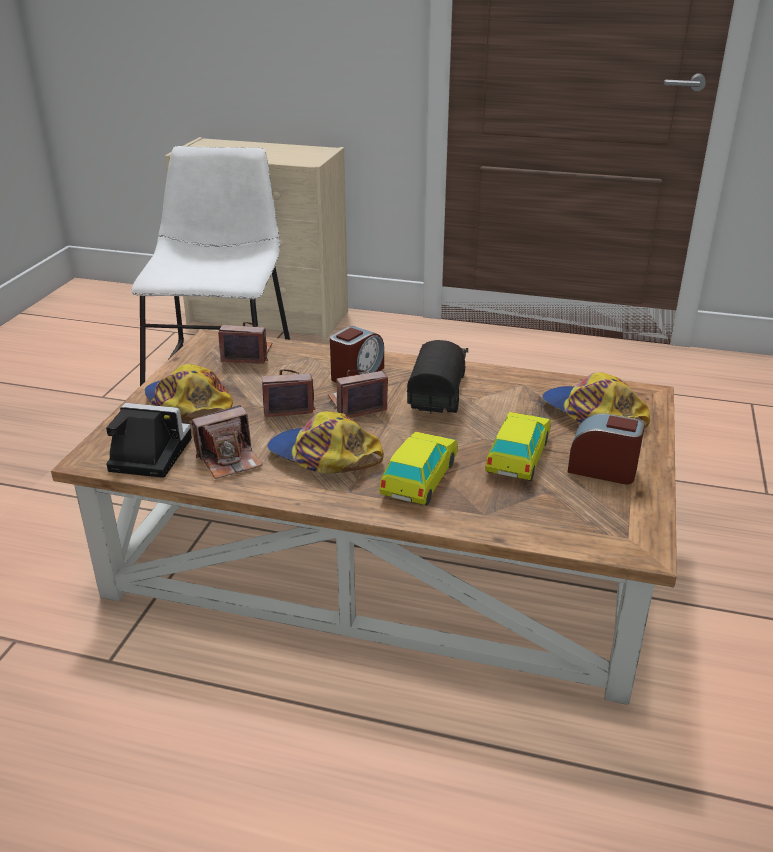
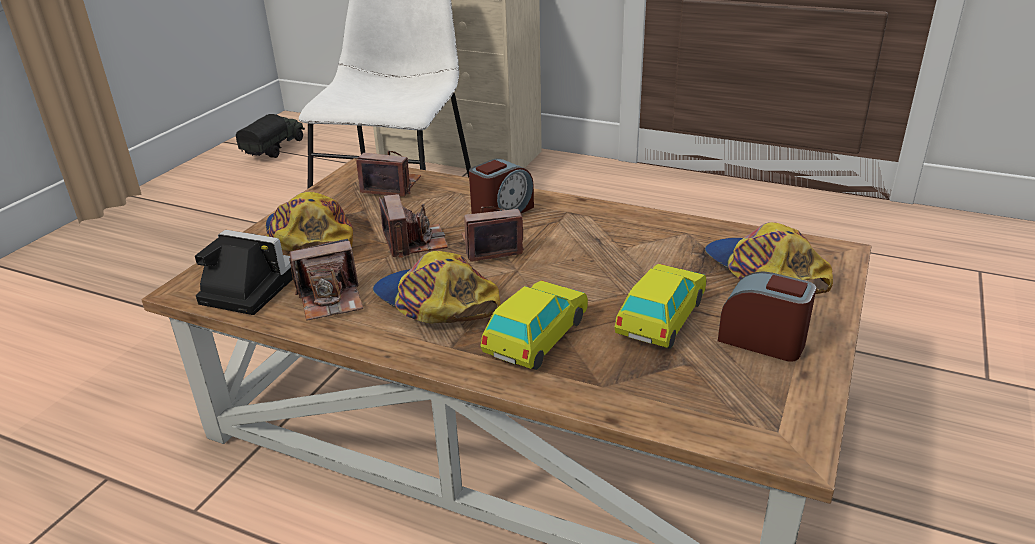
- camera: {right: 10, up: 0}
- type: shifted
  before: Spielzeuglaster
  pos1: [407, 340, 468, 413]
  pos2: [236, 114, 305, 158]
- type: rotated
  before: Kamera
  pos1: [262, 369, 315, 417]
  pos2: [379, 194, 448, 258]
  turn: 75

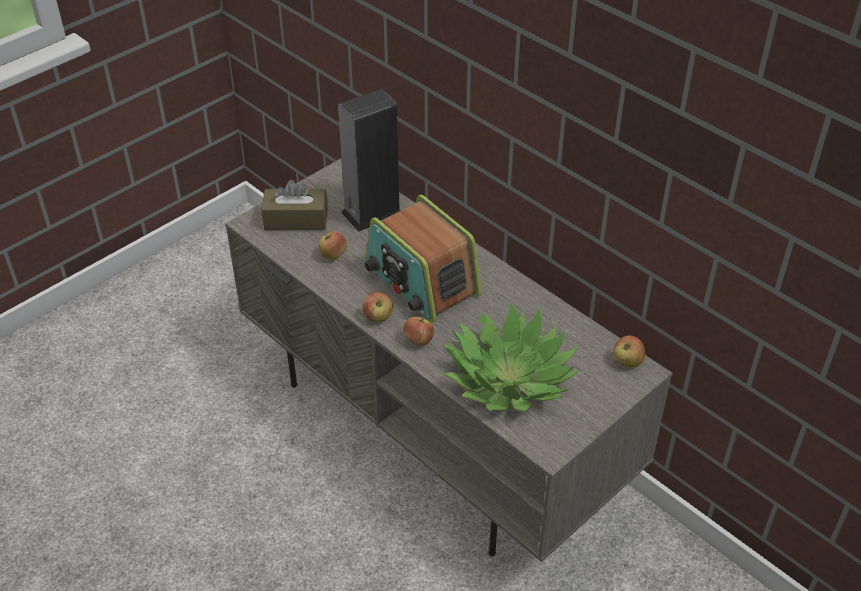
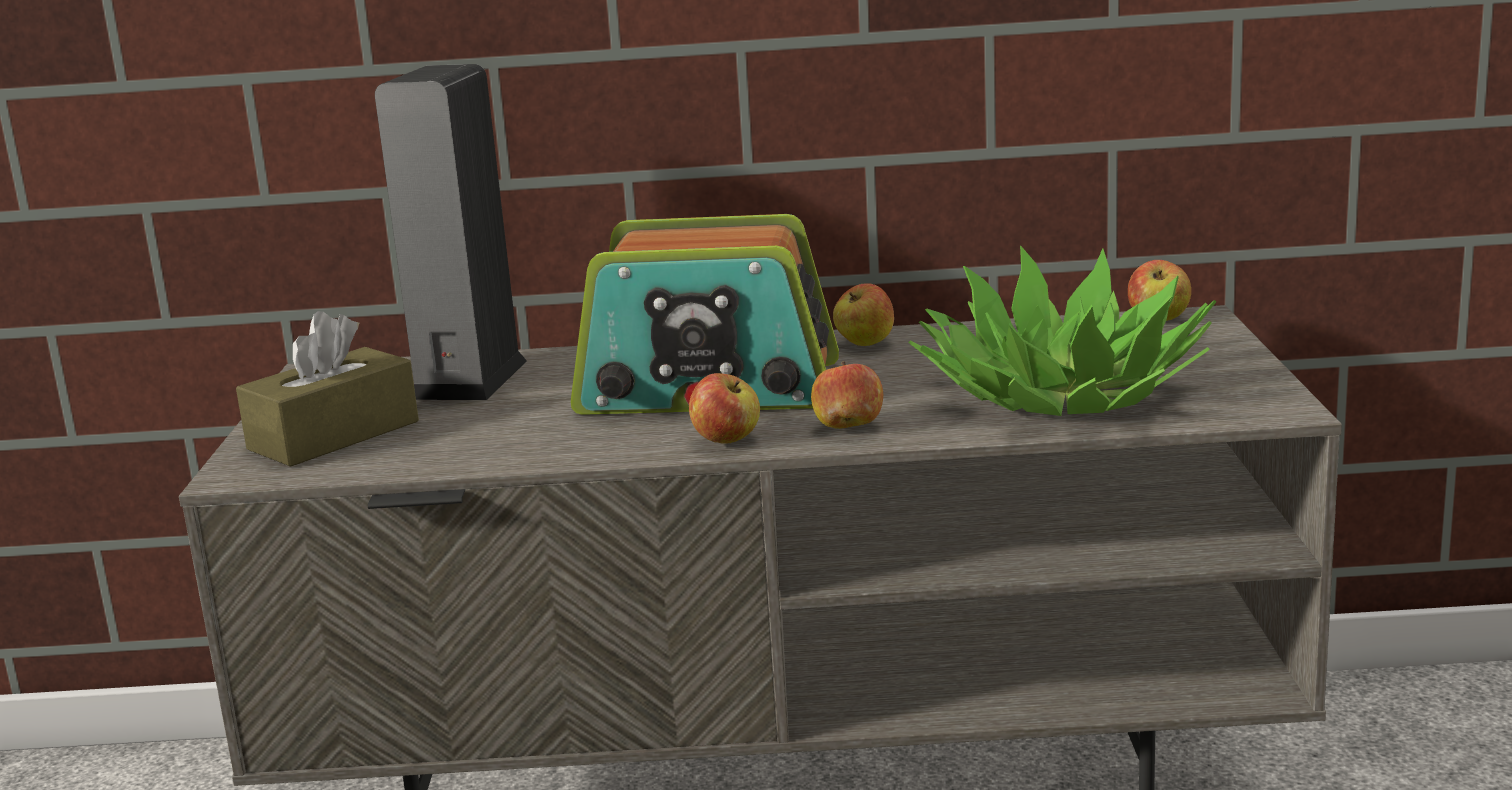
- camera: {right: -45, up: -25}
- type: shifted
  before: Apfel
  pos1: [319, 231, 347, 260]
  pos2: [833, 283, 894, 346]

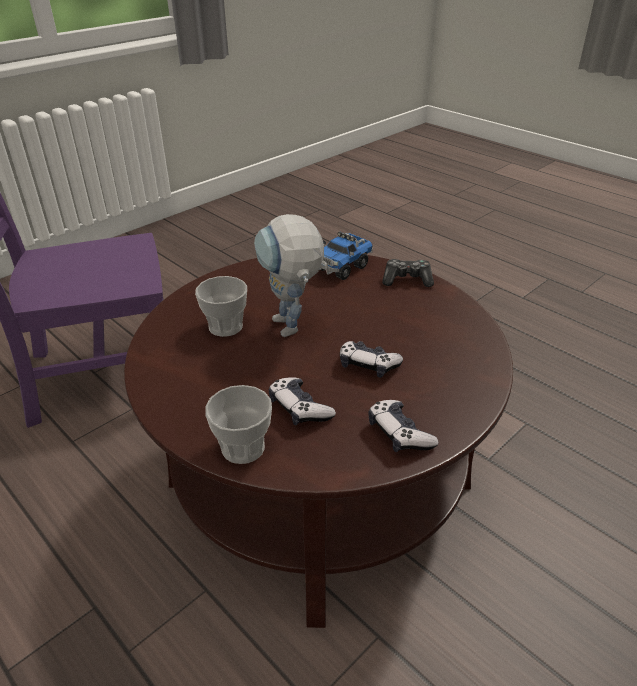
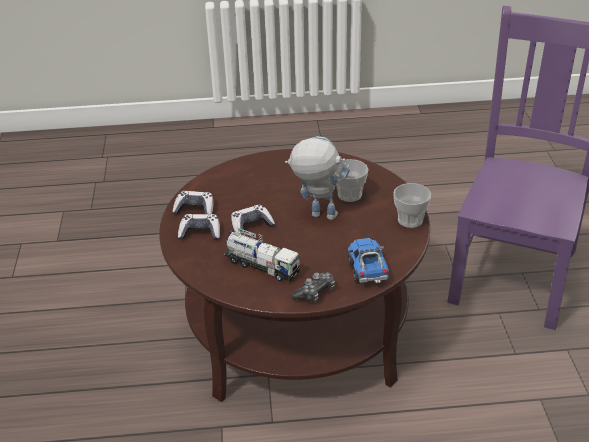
- camera: {right: 130, up: 0}
- type: shifted
  before: Gamepad
  pos1: [269, 377, 336, 425]
  pos2: [178, 214, 220, 240]
- type: shifted
  before: Tasse
  pos1: [205, 385, 272, 464]
  pos2: [393, 183, 431, 228]
- type: new
  after: Spielzeuglaster
  pos2: [224, 228, 300, 282]

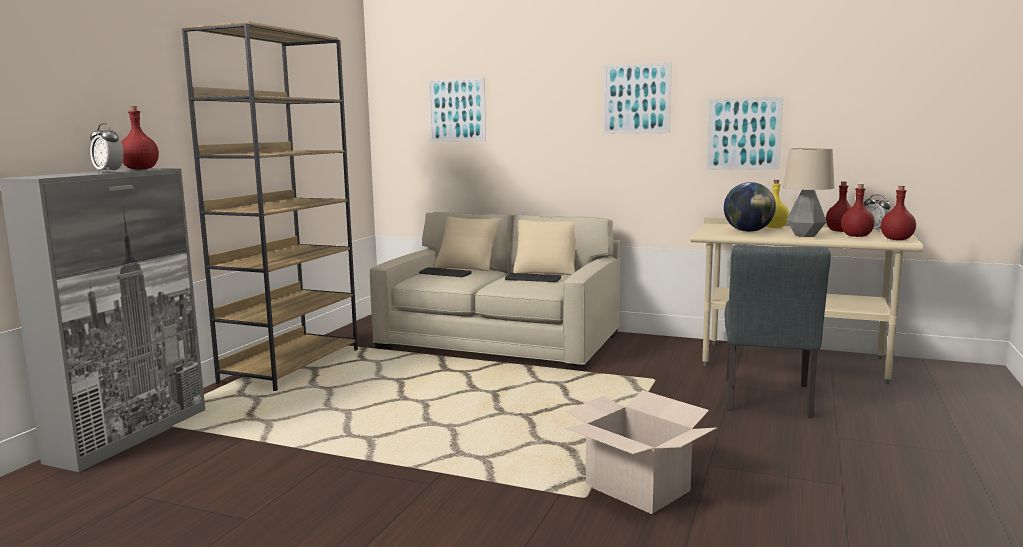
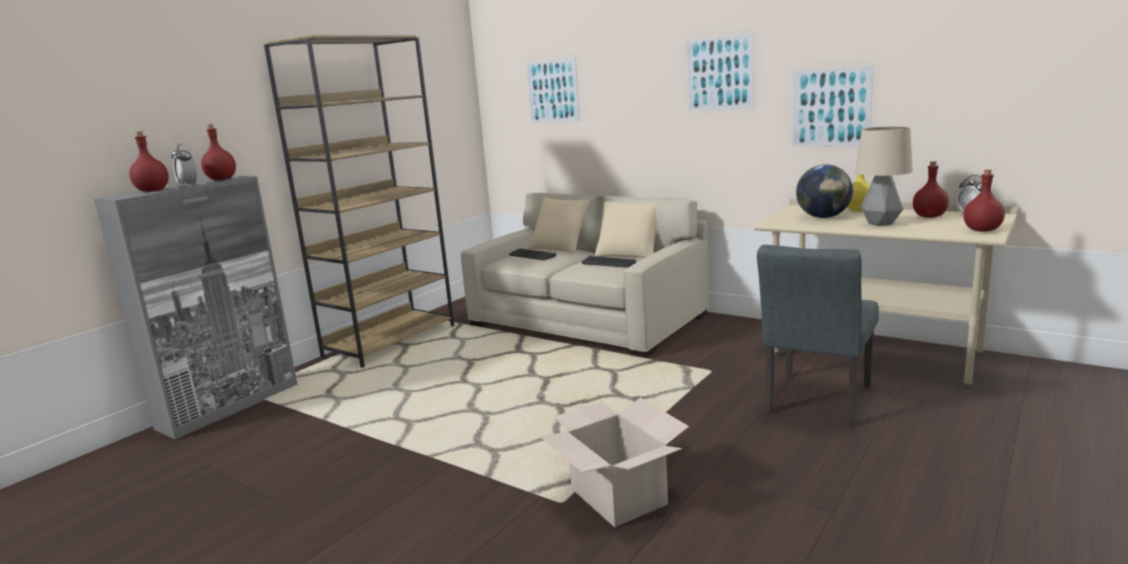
- camera: {right: 15, up: 5}
- type: shifted
  before: Flasche (rot)
  pos1: [841, 184, 875, 237]
  pos2: [129, 131, 169, 192]

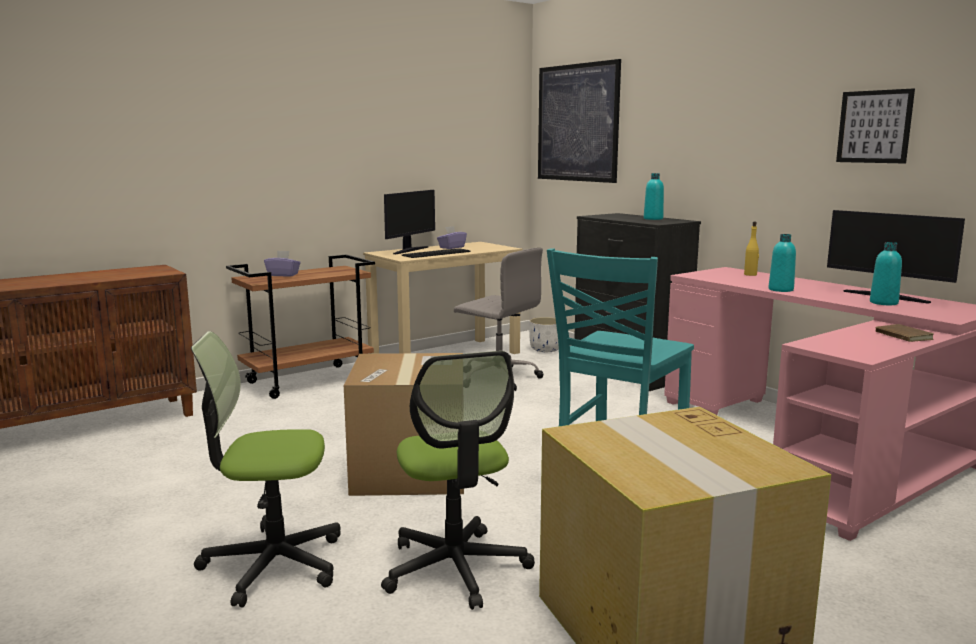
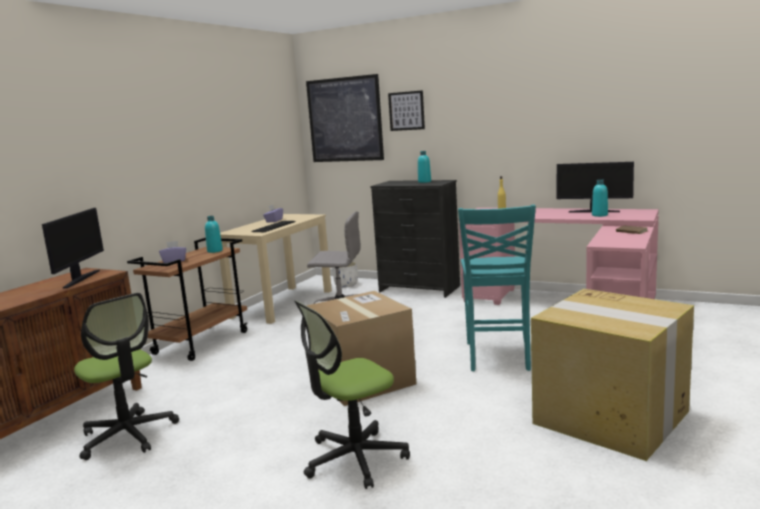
- camera: {right: -25, up: 0}
- type: shifted
  before: Bild
  pos1: [836, 88, 915, 163]
  pos2: [388, 90, 425, 131]
- type: shifted
  before: Monitor
  pos1: [384, 190, 435, 254]
  pos2: [42, 208, 104, 288]
- type: shifted
  before: Flasche (türkis)
  pos1: [769, 234, 796, 292]
  pos2: [205, 216, 223, 253]
- type: shifted
  before: Bürostuhl
  pos1: [381, 351, 535, 610]
  pos2: [74, 293, 179, 460]

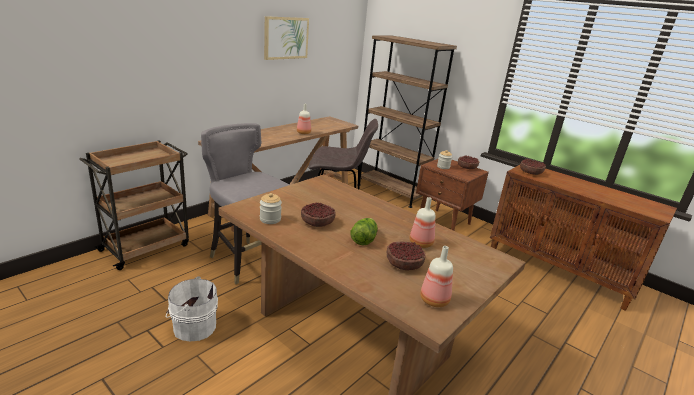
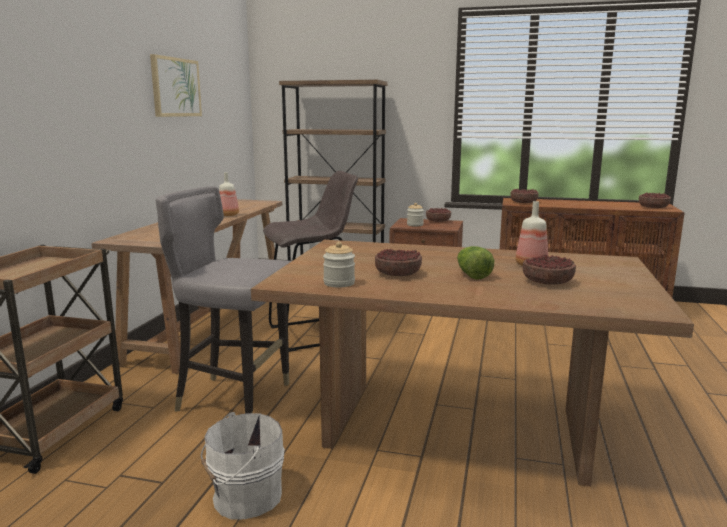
- camera: {right: -25, up: -10}
- type: gone
  before: Flasche
  pos1: [420, 246, 453, 307]
- type: new
  after: Schüssel
  pos2: [639, 192, 671, 208]

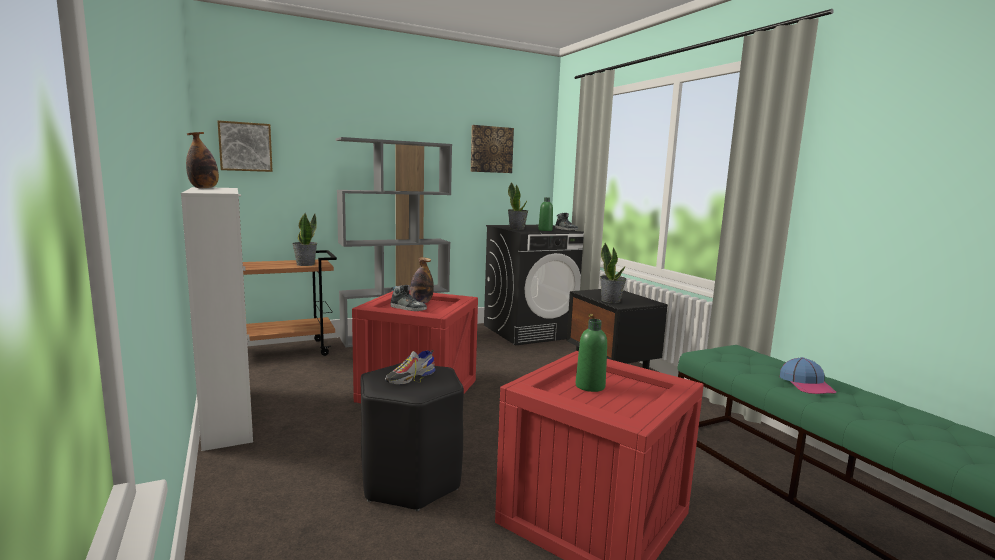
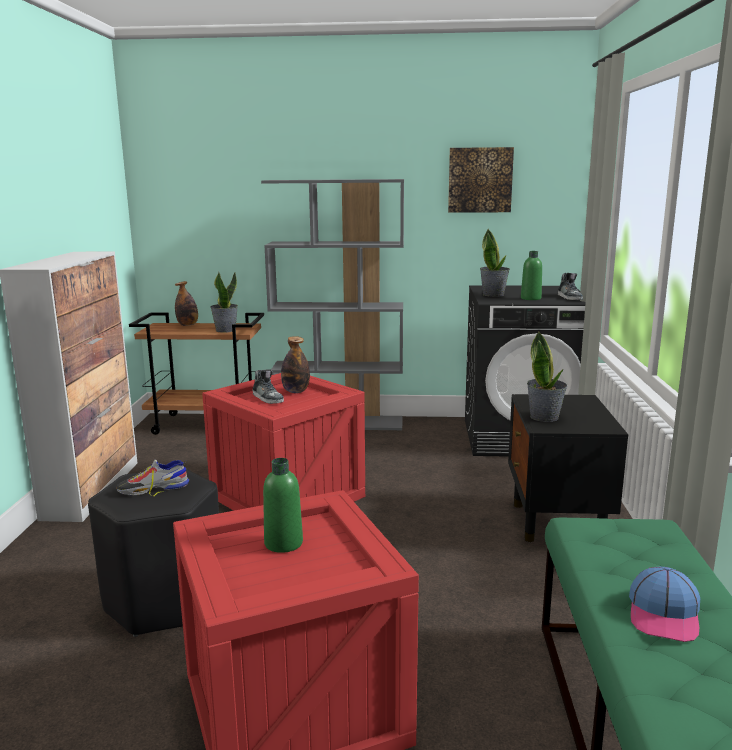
- camera: {right: 30, up: 5}
- type: gone
  before: Bild
  pos1: [217, 120, 273, 172]
- type: shifted
  before: Flasche
  pos1: [186, 132, 219, 188]
  pos2: [175, 281, 198, 326]

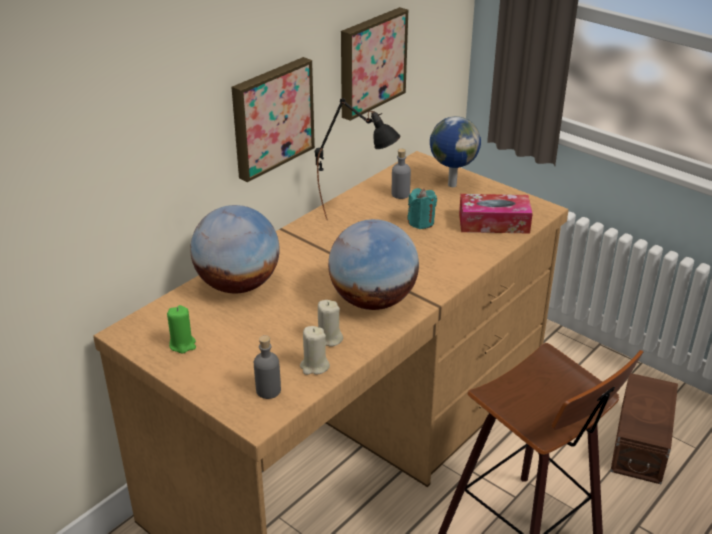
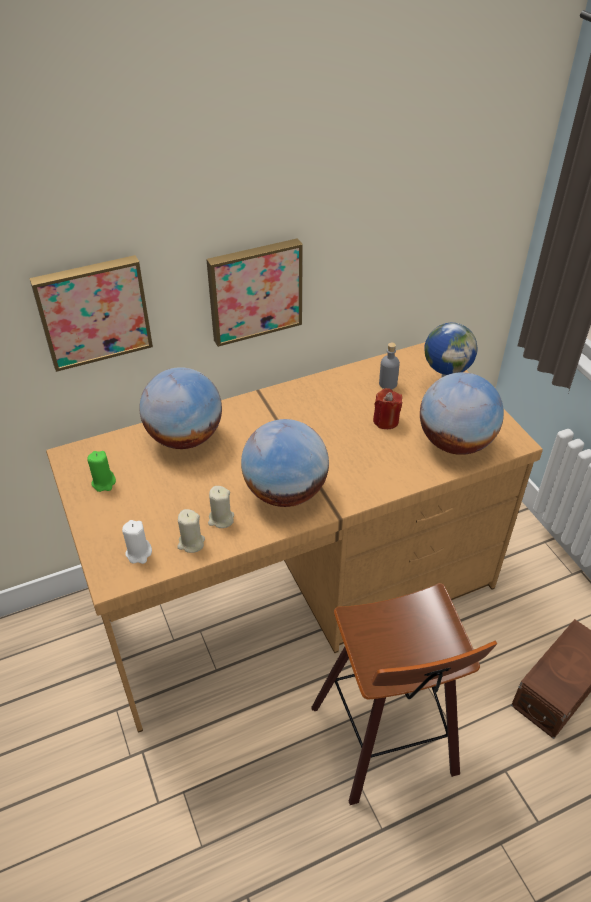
- camera: {right: 25, up: 10}
- type: shifted
  before: Bild
  pos1: [341, 7, 408, 121]
  pos2: [29, 255, 153, 372]
- type: gone
  before: Tischlampe (schwarz)
  pos1: [315, 98, 400, 220]
- type: repainted
  before: Kerze (türkis)
  after: Kerze (rot)
  pos1: [407, 188, 437, 229]
  pos2: [373, 388, 402, 429]
- type: swapped
  before: Taschentuchbox
  after: Globus
  pos1: [459, 194, 533, 233]
  pos2: [420, 372, 504, 455]
- type: swapped
  before: Flasche (grau)
  after: Kerze (weiß)
  pos1: [254, 335, 281, 399]
  pos2: [122, 520, 152, 564]

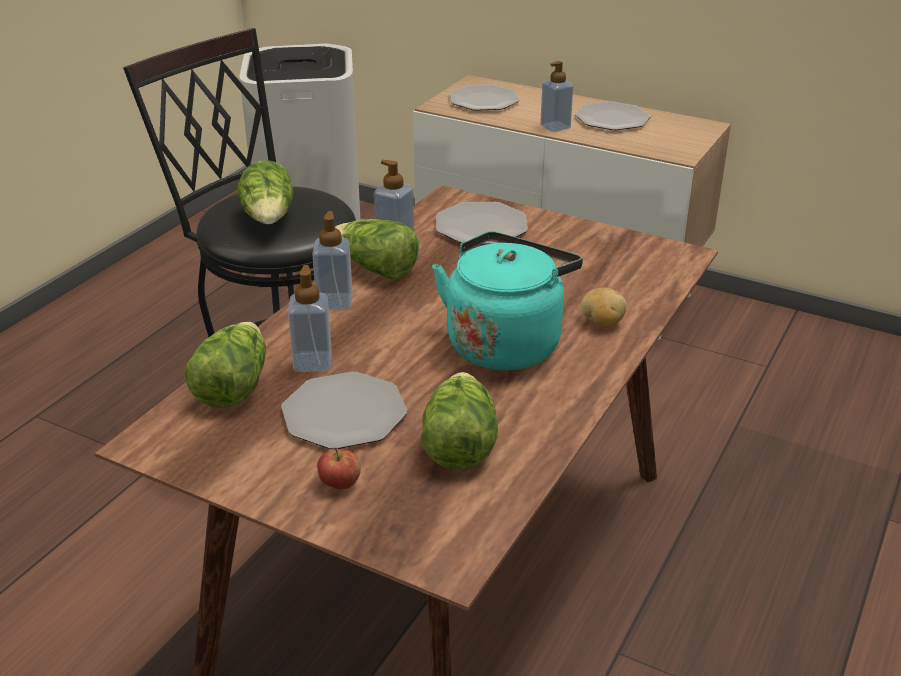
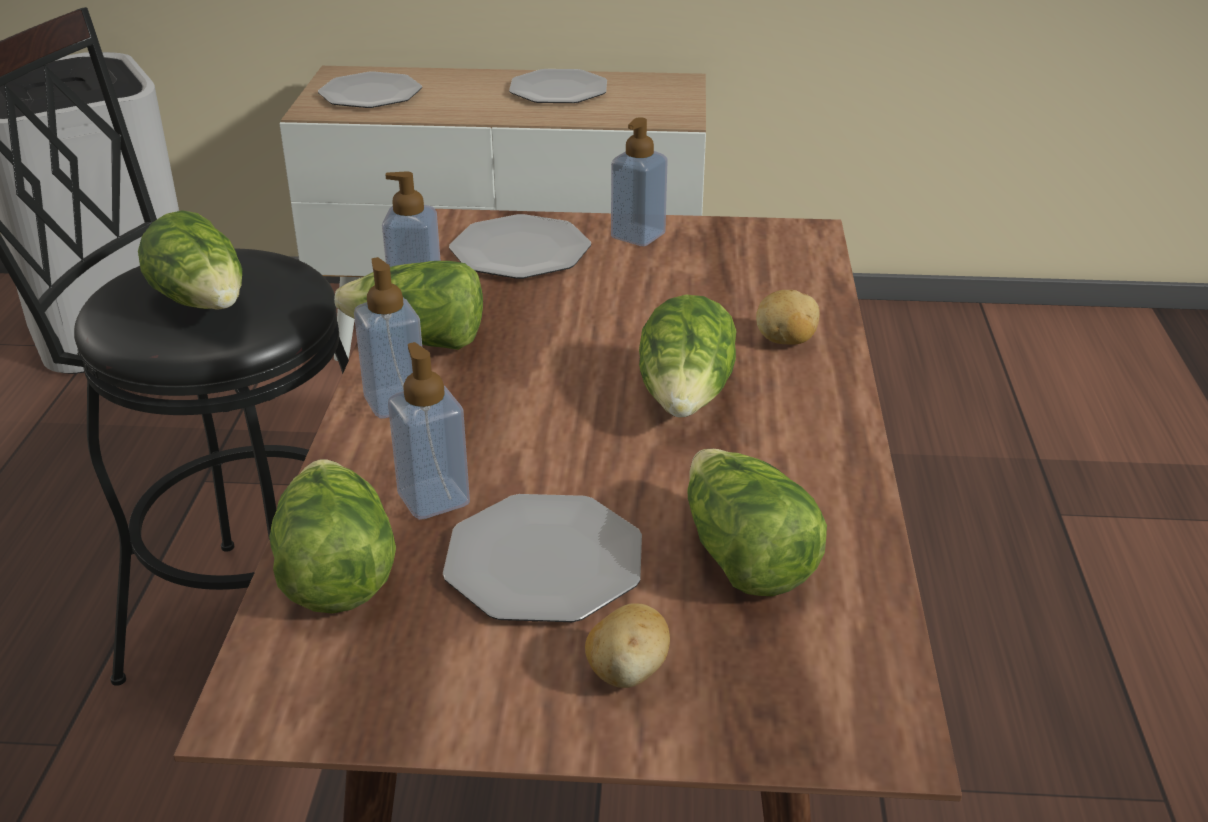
- camera: {right: -25, up: 0}
- type: shifted
  before: Seifenspender
  pos1: [540, 61, 573, 132]
  pos2: [611, 118, 668, 246]
- type: swapped
  before: Wasserkessel (türkis)
  after: Salatkopf
  pos1: [432, 231, 583, 371]
  pos2: [639, 295, 737, 418]
- type: swapped
  before: Apfel
  after: Kartoffel
  pos1: [317, 448, 361, 490]
  pos2: [585, 603, 670, 688]

